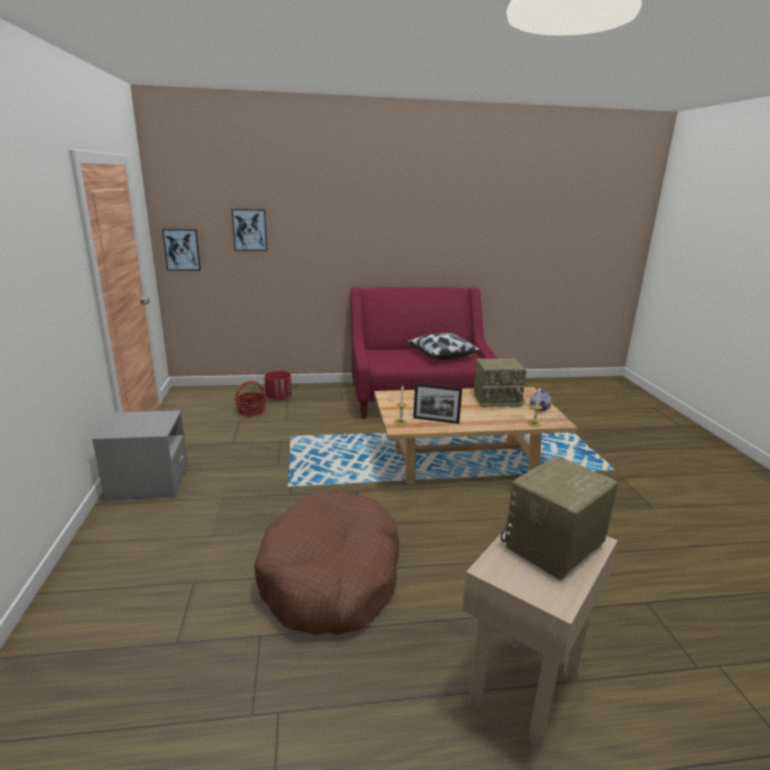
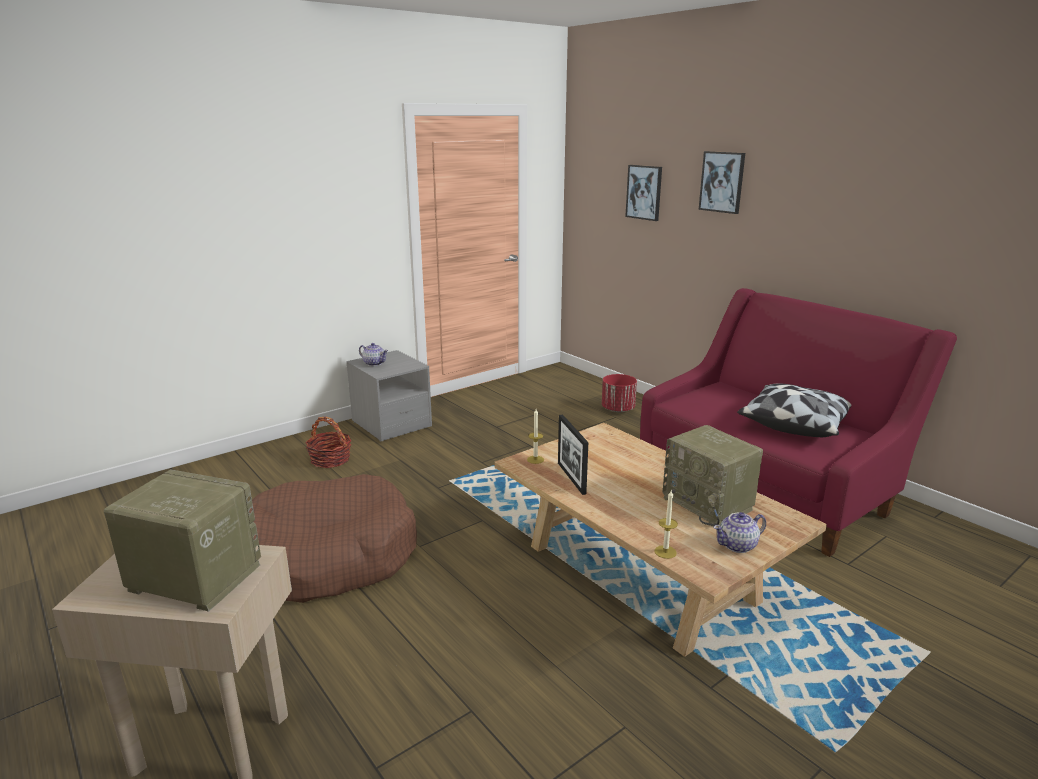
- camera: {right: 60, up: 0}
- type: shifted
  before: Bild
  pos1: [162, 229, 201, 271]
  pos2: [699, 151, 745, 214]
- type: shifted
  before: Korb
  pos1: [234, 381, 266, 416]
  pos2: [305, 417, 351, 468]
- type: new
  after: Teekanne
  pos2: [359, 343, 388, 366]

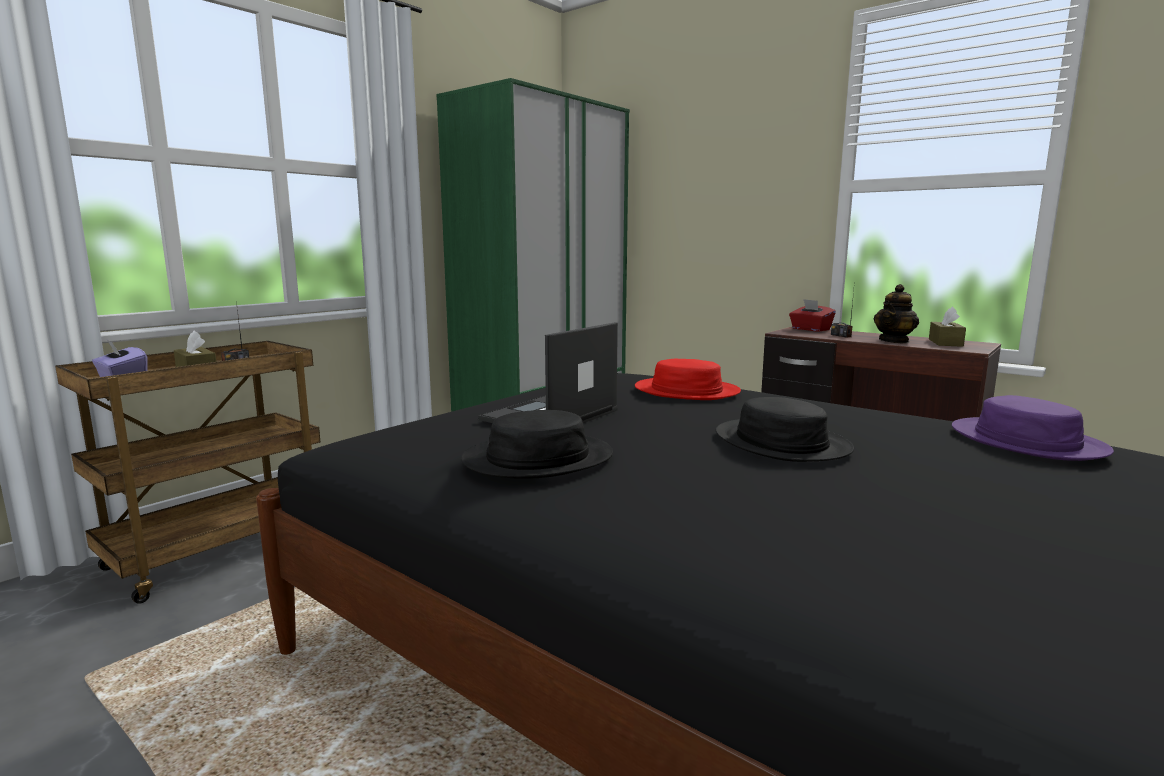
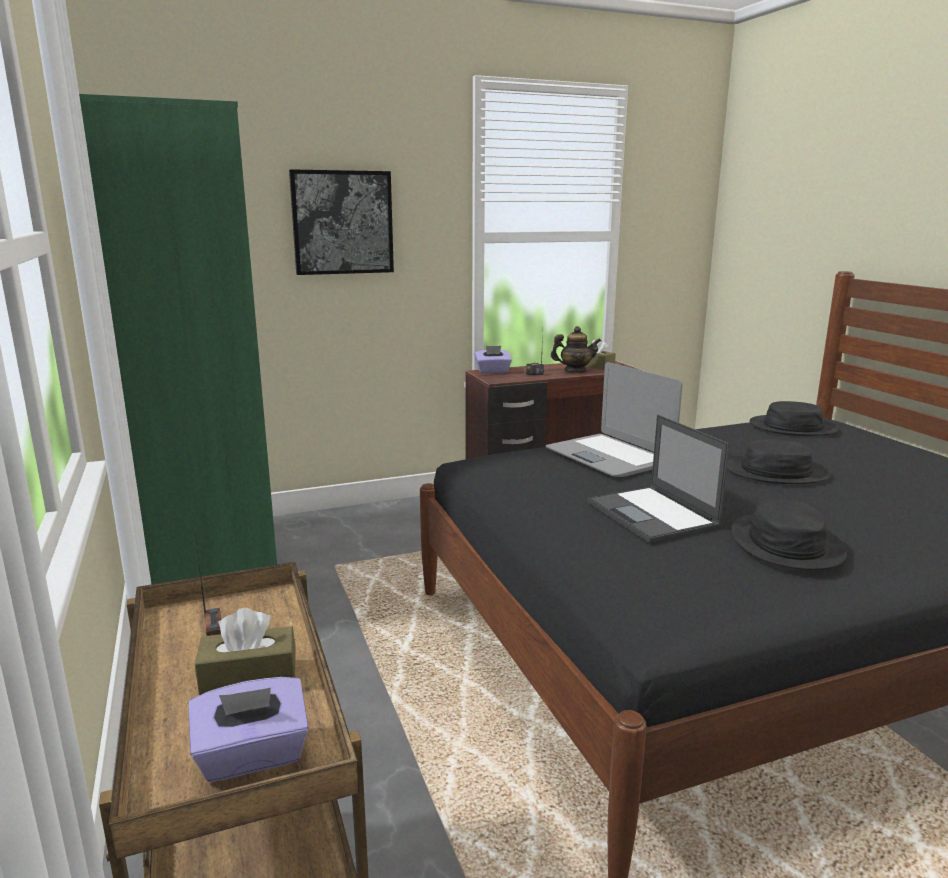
- camera: {right: -60, up: 5}
- type: rotated
  before: Teekanne
  pos1: [874, 284, 919, 343]
  pos2: [551, 326, 601, 373]
  turn: -75
- type: repainted
  before: Taschentuchbox (rot)
  after: Taschentuchbox (lila)
  pos1: [789, 299, 836, 331]
  pos2: [474, 346, 512, 374]
- type: swapped
  before: Hut (rot)
  after: Laptop
  pos1: [635, 359, 741, 400]
  pos2: [546, 362, 683, 477]
- type: repainted
  before: Hut (lila)
  after: Hut (schwarz)
  pos1: [952, 395, 1114, 461]
  pos2: [750, 401, 839, 436]
- type: new
  after: Bild
  pos2: [289, 169, 394, 275]

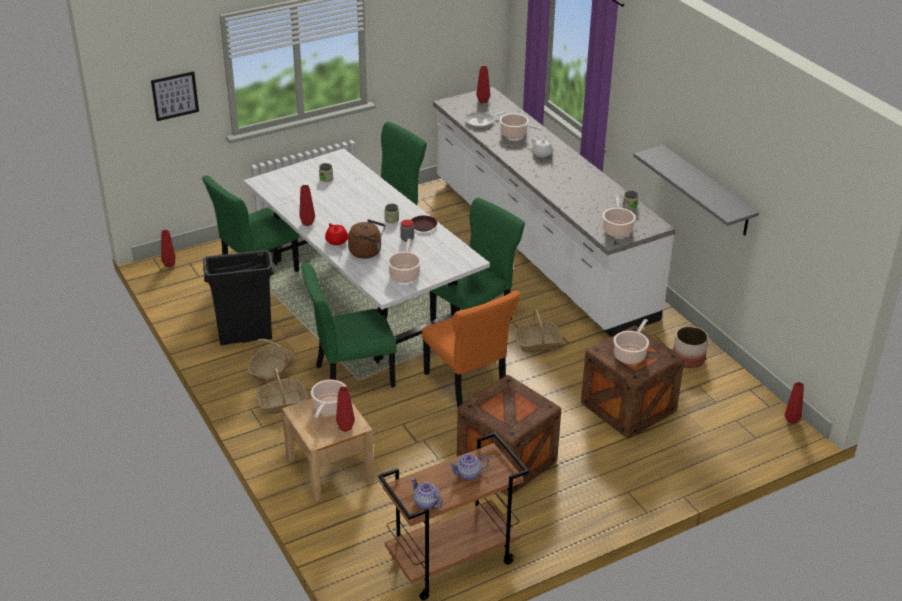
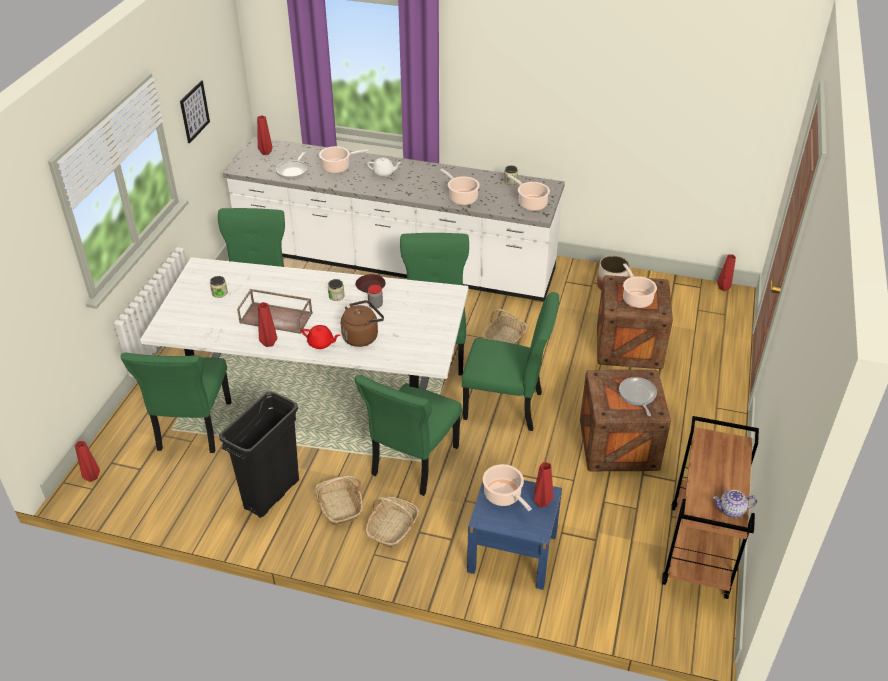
- camera: {right: -45, up: 5}
- type: shifted
  before: Bild
  pos1: [151, 71, 199, 121]
  pos2: [180, 81, 210, 143]
- type: gone
  before: Wandregal (grau)
  pos1: [633, 145, 759, 235]
- type: shifted
  before: Kochtopf
  pos1: [387, 239, 421, 283]
  pos2: [440, 169, 480, 205]
- type: repainted
  before: Stuhl (orange)
  after: Stuhl (grün)
  pos1: [422, 291, 520, 408]
  pos2: [462, 292, 559, 431]
- type: repainted
  before: Nachttisch (beige)
  after: Nachttisch (blau)
  pos1: [282, 398, 374, 501]
  pos2: [467, 480, 562, 590]
- type: gone
  before: Teekanne
  pos1: [449, 454, 489, 480]
- type: new
  after: Tablett (braun)
  pos2: [237, 289, 313, 334]
- type: new
  after: Pfanne
  pos2: [619, 377, 657, 416]

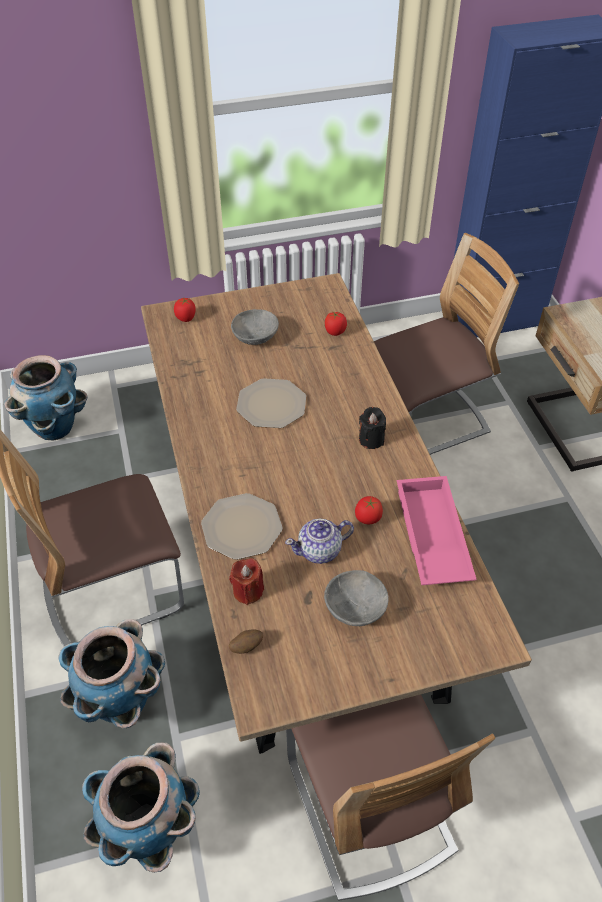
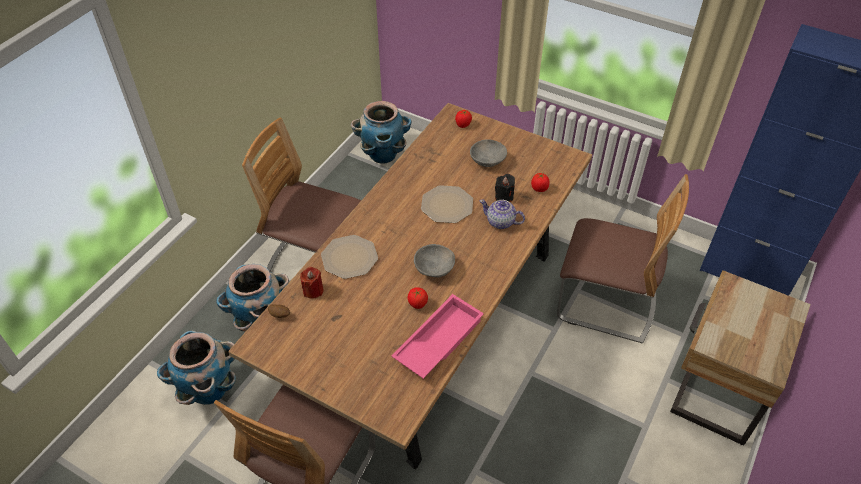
- camera: {right: 45, up: 0}
- type: shifted
  before: Kerze (schwarz)
  pos1: [359, 407, 386, 449]
  pos2: [495, 174, 515, 202]
- type: shifted
  before: Teekanne
  pos1: [285, 518, 354, 564]
  pos2: [480, 200, 525, 229]
- type: shifted
  before: Schüssel (grau)
  pos1: [324, 570, 389, 626]
  pos2: [414, 244, 455, 277]

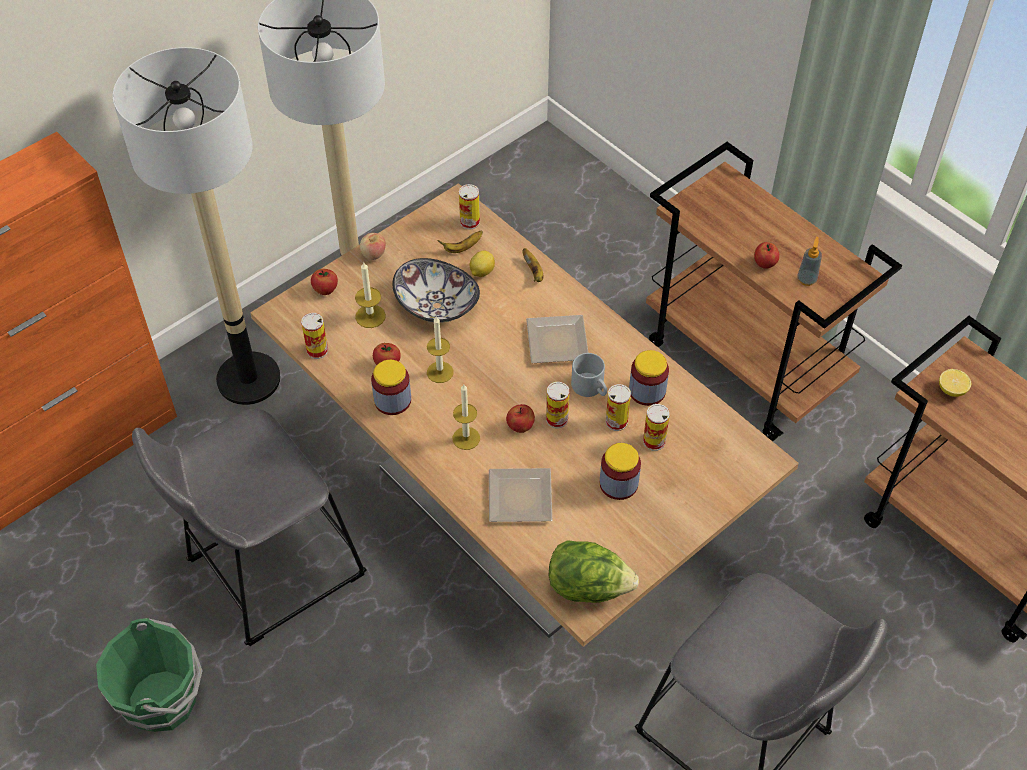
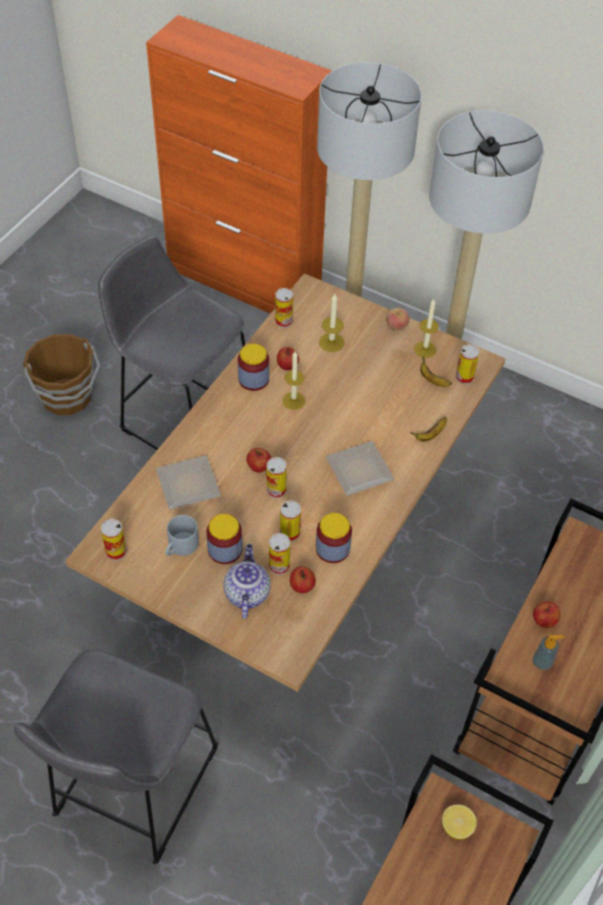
- camera: {right: 70, up: 0}
- type: gone
  before: Zitrone
  pos1: [470, 251, 495, 277]
- type: gone
  before: Schüssel
  pos1: [392, 258, 480, 323]
- type: shifted
  before: Apfel
  pos1: [311, 269, 338, 295]
  pos2: [290, 566, 316, 593]
- type: shifted
  before: Henkelbecher (grau)
  pos1: [571, 353, 607, 397]
  pos2: [166, 515, 199, 556]
- type: shifted
  before: Kerze
  pos1: [452, 384, 480, 450]
  pos2: [414, 299, 439, 358]
- type: swapped
  before: Salatkopf
  after: Dose
  pos1: [549, 540, 639, 603]
  pos2: [101, 519, 127, 561]
- type: repainted
  before: Eimer (grün)
  after: Eimer (braun)
  pos1: [96, 618, 203, 732]
  pos2: [23, 334, 101, 415]
- type: new
  after: Teekanne
  pos2: [223, 544, 271, 619]

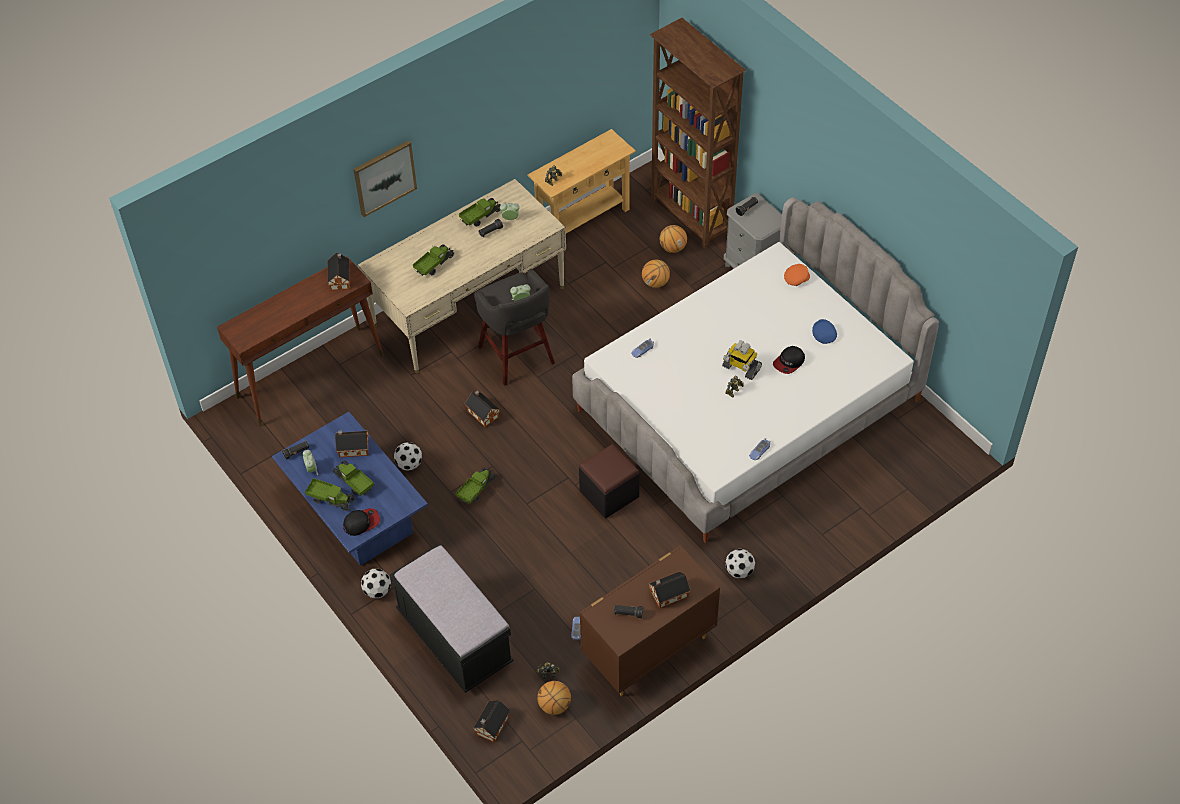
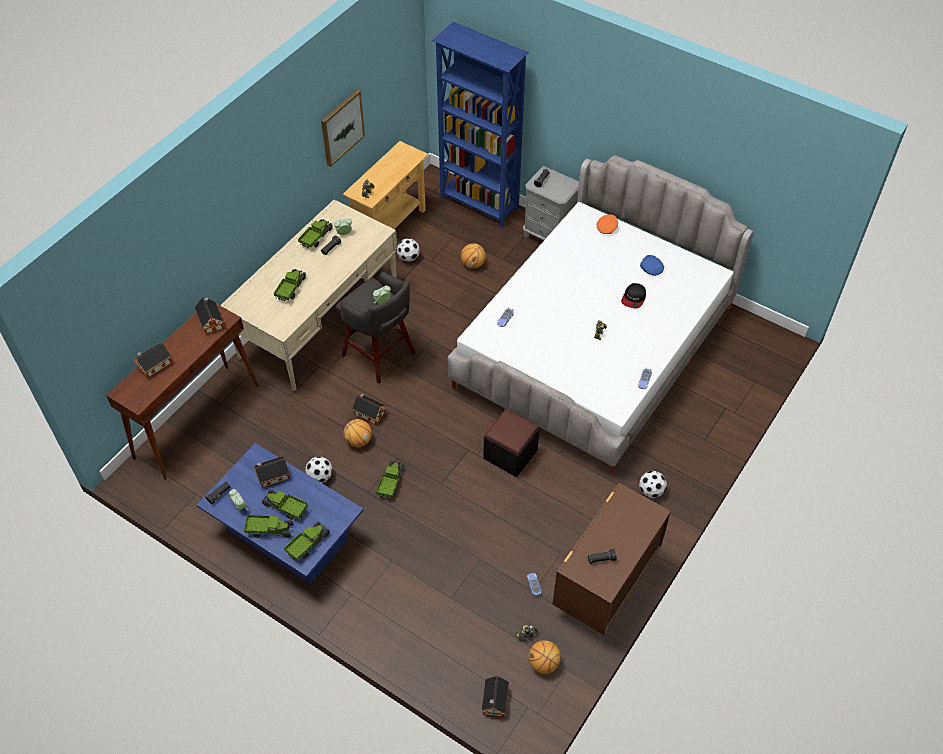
- camera: {right: -20, up: 0}
- type: repainted
  before: Bücherregal (braun)
  after: Bücherregal (blau)
  pos1: [650, 18, 746, 249]
  pos2: [432, 22, 529, 227]
- type: shifted
  before: Bild
  pos1: [354, 140, 417, 217]
  pos2: [321, 90, 365, 167]
- type: shifted
  before: Basketball
  pos1: [660, 225, 687, 253]
  pos2: [343, 419, 372, 447]
- type: gone
  before: Spielzeugroboter
  pos1: [722, 340, 762, 380]
- type: swapped
  before: Kappe
  after: Spielzeuglaster
  pos1: [343, 508, 380, 536]
  pos2: [284, 522, 330, 561]
- type: gone
  before: Bank (schwarz)
  pos1: [390, 544, 514, 693]
- type: shifted
  before: Fußball
  pos1: [361, 569, 391, 598]
  pos2: [397, 238, 420, 261]
- type: shifted
  before: Spielzeughaus
  pos1: [649, 571, 691, 608]
  pos2: [133, 343, 172, 378]

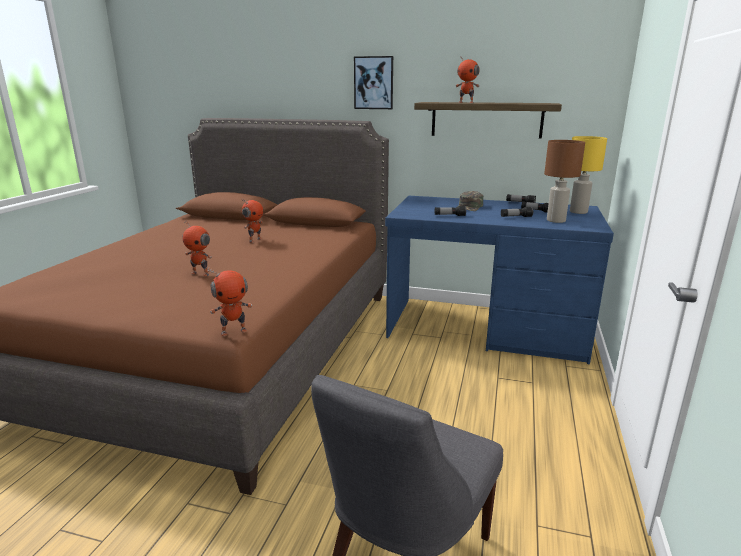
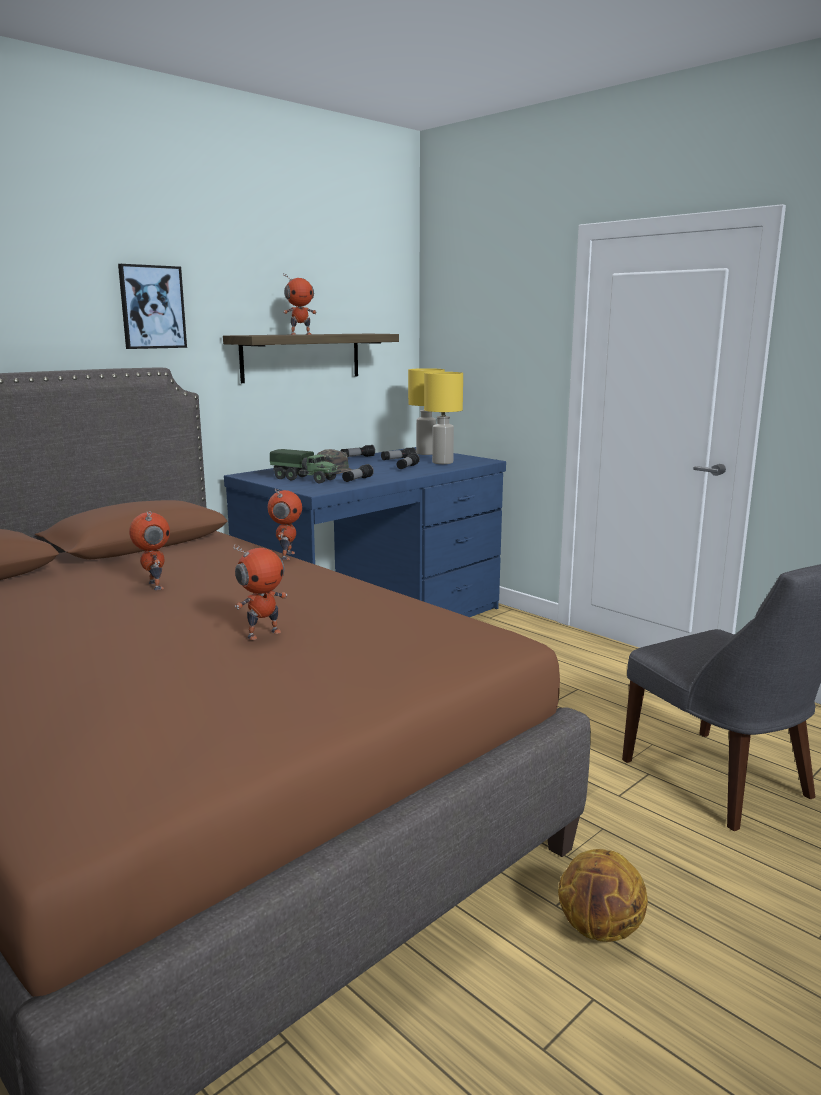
- camera: {right: -60, up: -5}
- type: repainted
  before: Tischlampe (braun)
  after: Tischlampe (gelb)
  pos1: [544, 140, 585, 223]
  pos2: [424, 372, 463, 464]
- type: shifted
  before: Spielzeugroboter
  pos1: [208, 268, 252, 336]
  pos2: [268, 489, 302, 560]
- type: new
  after: Spielzeuglaster
  pos2: [270, 449, 341, 484]
- type: new
  after: Basketball
  pos2: [558, 849, 648, 942]

